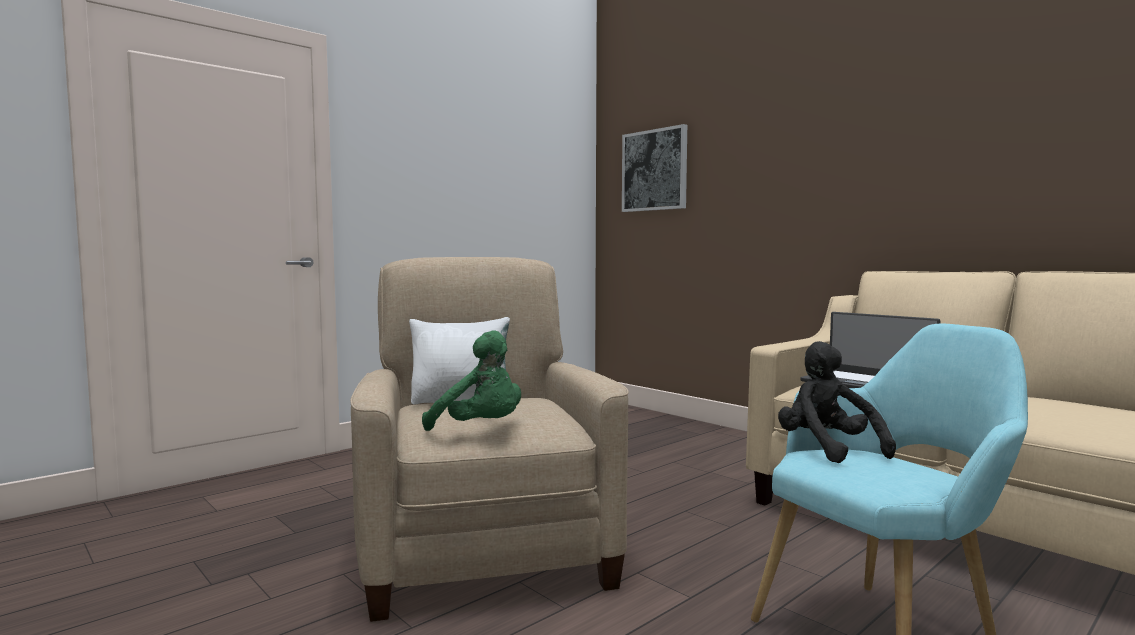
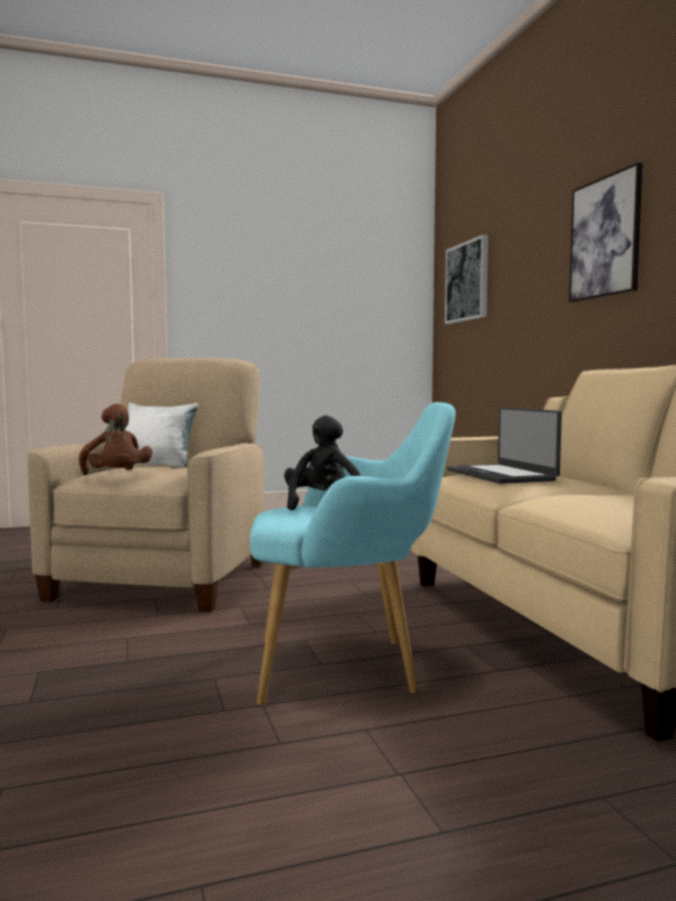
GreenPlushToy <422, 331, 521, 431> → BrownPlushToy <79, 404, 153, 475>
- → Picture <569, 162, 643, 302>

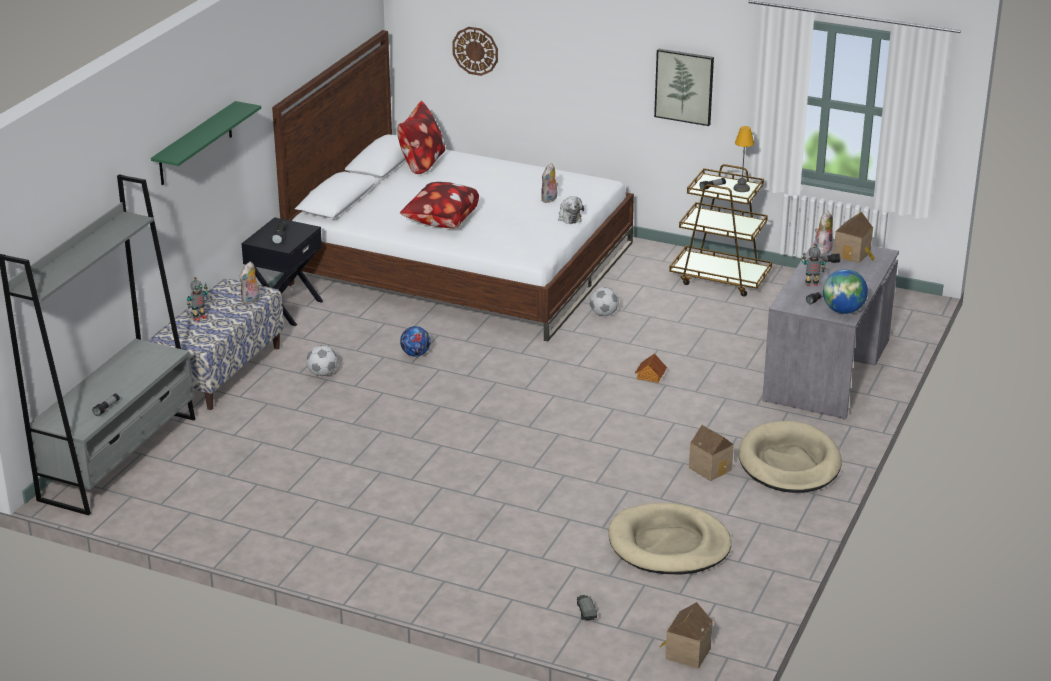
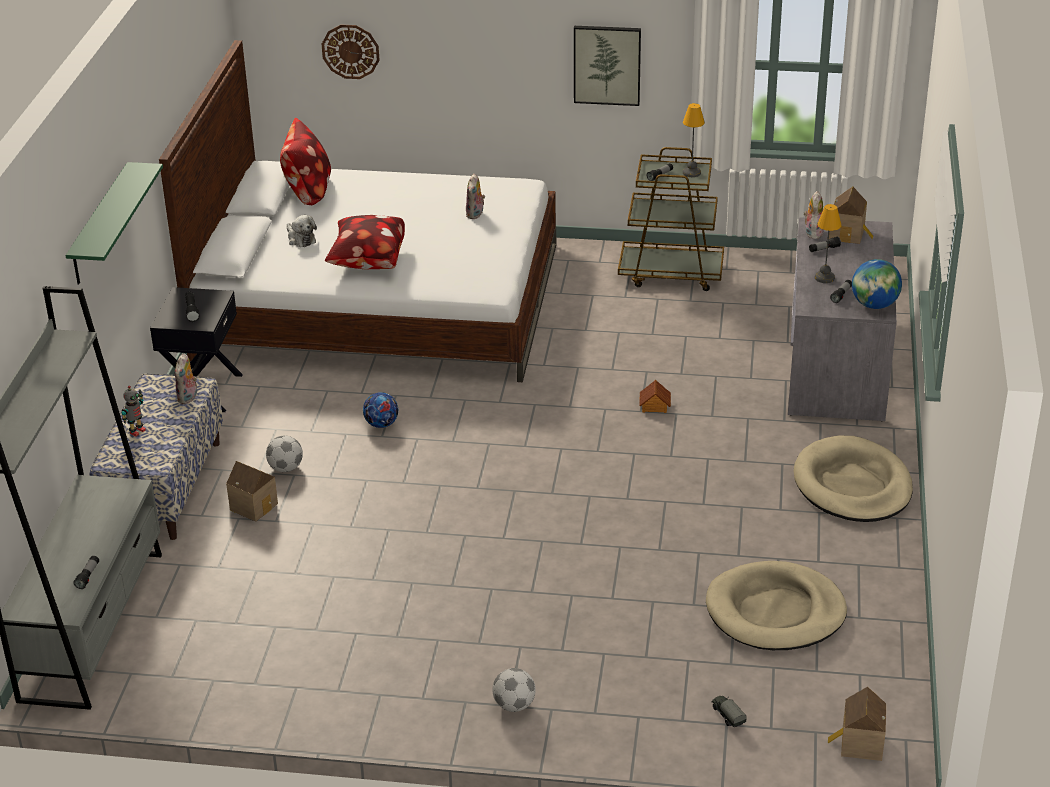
PlushToy <558, 196, 584, 224> → PlushToy <287, 215, 317, 247>, shifted
Football <589, 287, 619, 316> → Football <493, 668, 536, 712>, shifted
ToyHouse <689, 425, 734, 481> → ToyHouse <226, 461, 278, 522>, shifted
ToyRobot <802, 244, 826, 286> → TableLamp <815, 204, 841, 283>

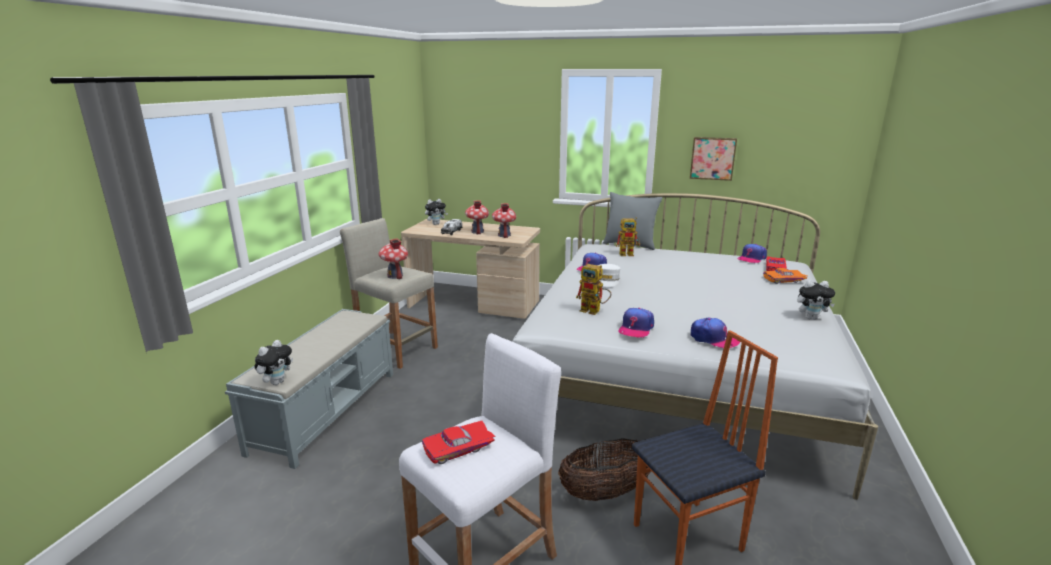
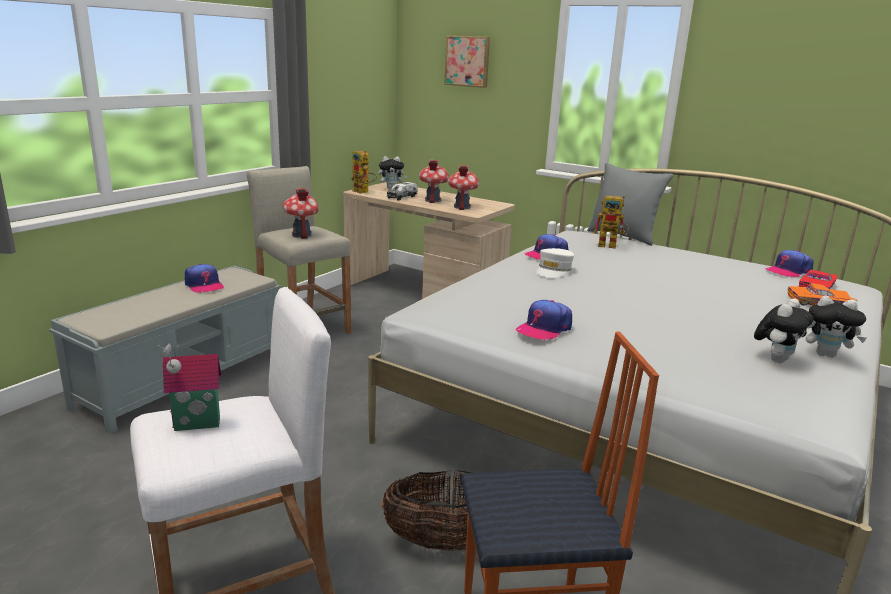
PlushToy <255, 340, 293, 385> → PlushToy <754, 298, 813, 363>, shifted
RedToyCar <422, 421, 496, 464> → ToyHouse <158, 343, 221, 431>
ToyRobot <576, 264, 611, 315> → ToyRobot <351, 150, 377, 194>, shifted
Picture <690, 137, 737, 181> → Picture <444, 35, 490, 88>, shifted
Cap <691, 318, 740, 348> → Cap <185, 264, 223, 293>, shifted

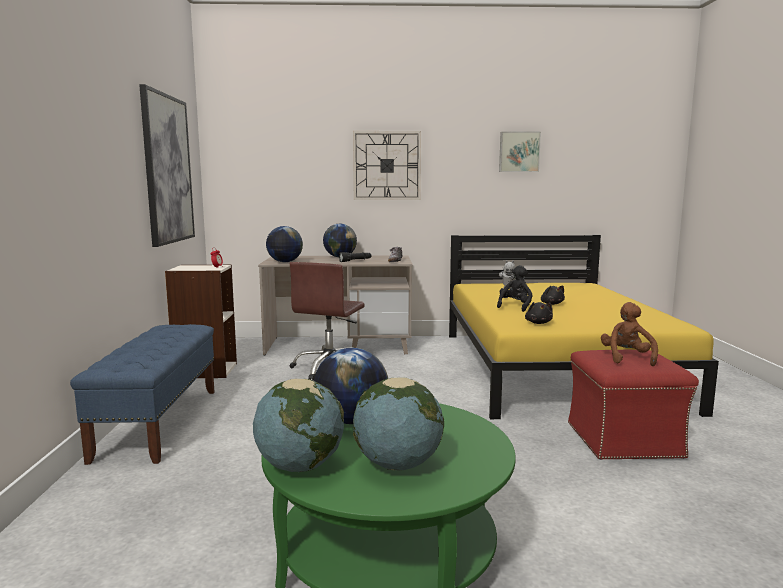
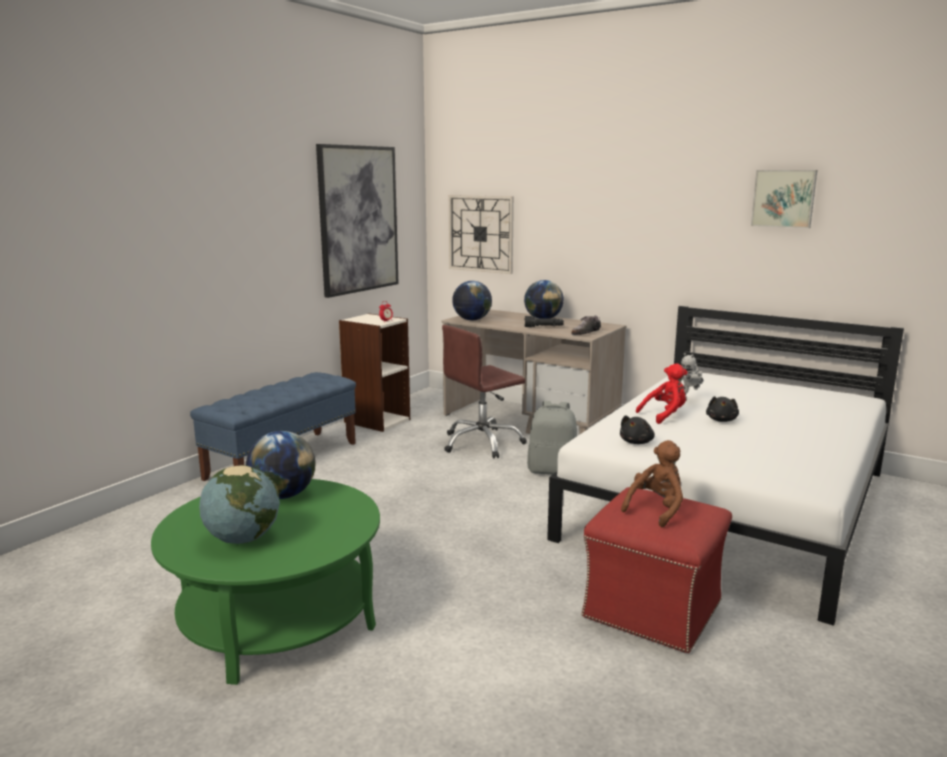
Globe <253, 378, 344, 472> → -
WallClock <353, 131, 421, 200> → WallClock <449, 195, 514, 274>, shifted
YellowBed <449, 235, 719, 419> → WhiteBed <547, 306, 904, 626>
BlackPlushToy <497, 265, 533, 312> → RedPlushToy <636, 363, 688, 424>
- → GreyBackpack <527, 401, 577, 475>

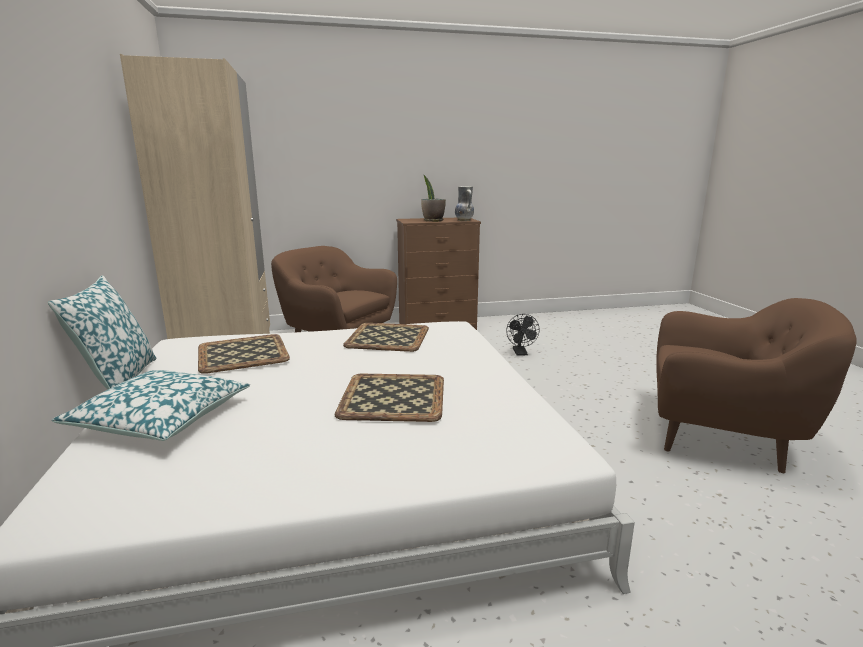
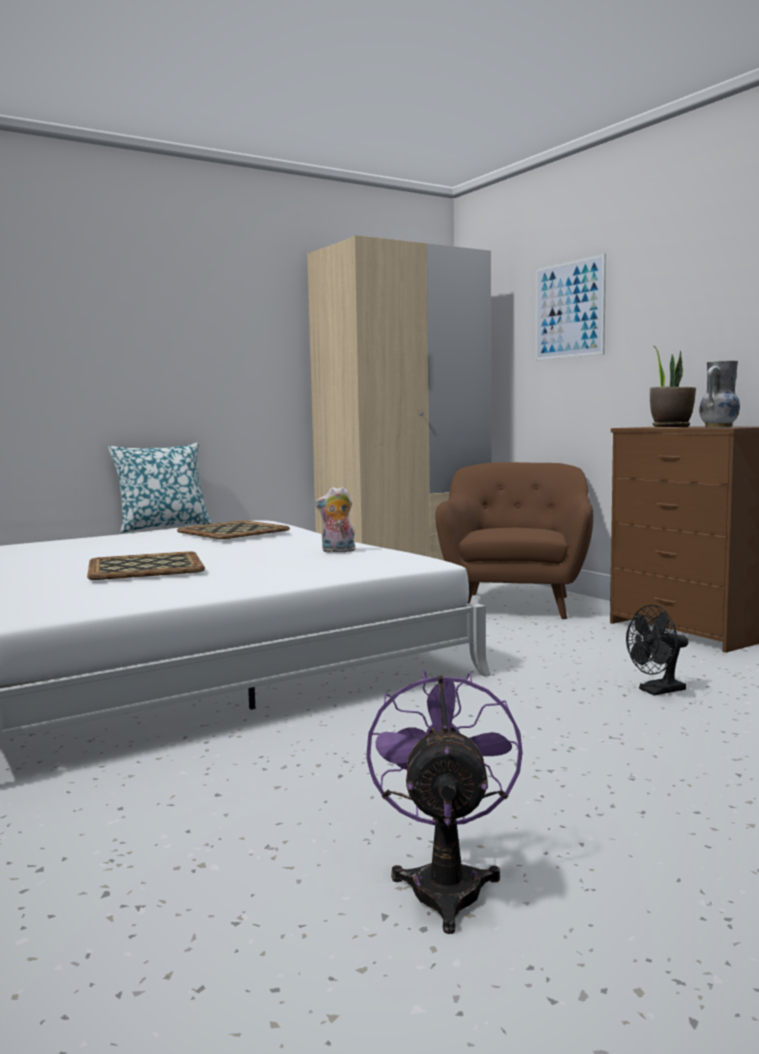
Pillow <52, 370, 250, 441> → -
Tray <343, 323, 429, 352> → PlushToy <315, 486, 356, 553>
BrownArmchair <656, 298, 857, 473> → PurpleFan <367, 670, 523, 934>
- → Picture <535, 254, 606, 361>

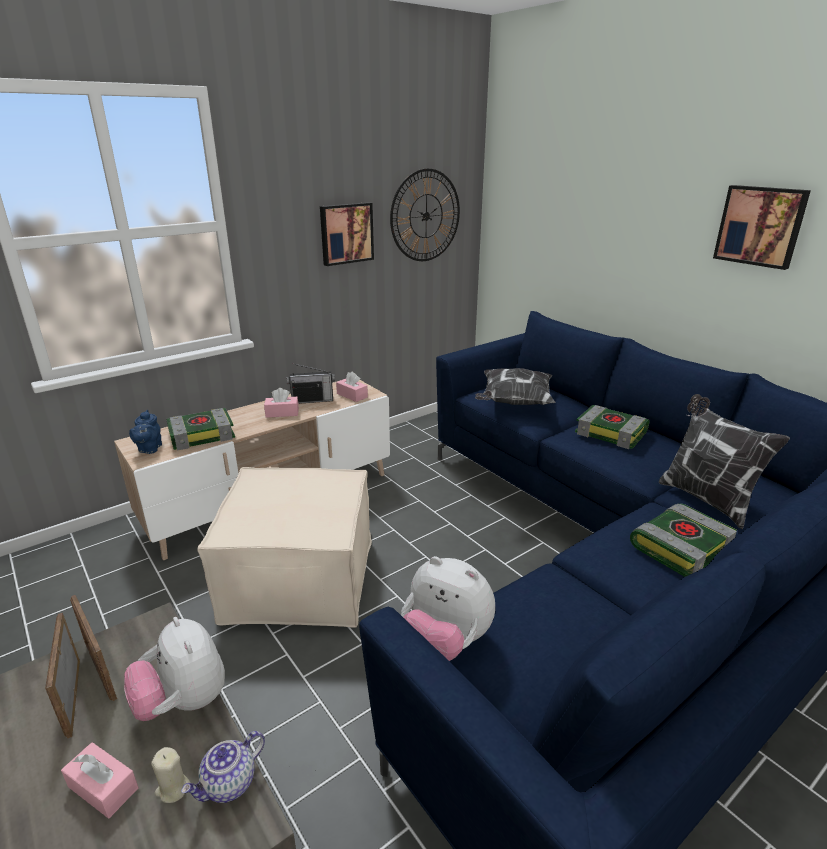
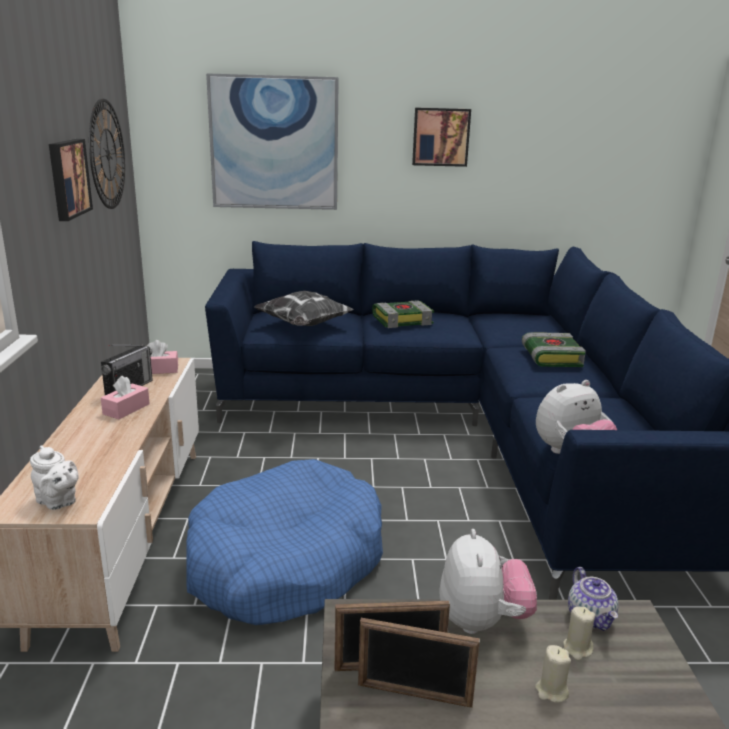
PinkTissueBox <61, 742, 139, 819> → BeigeCandle <535, 645, 571, 703>
PlushToy <124, 617, 225, 721> → PlushToy <439, 529, 537, 634>, 90 degrees counterclockwise
BlueTeapot <129, 410, 162, 454> → WhiteTeapot <30, 445, 79, 510>
Book <166, 408, 235, 451> → -
BeigeOttoman <197, 467, 372, 628> → BlueDogBed <186, 459, 383, 625>
Pillow <659, 394, 790, 529> → -
- → Picture <206, 73, 339, 210>

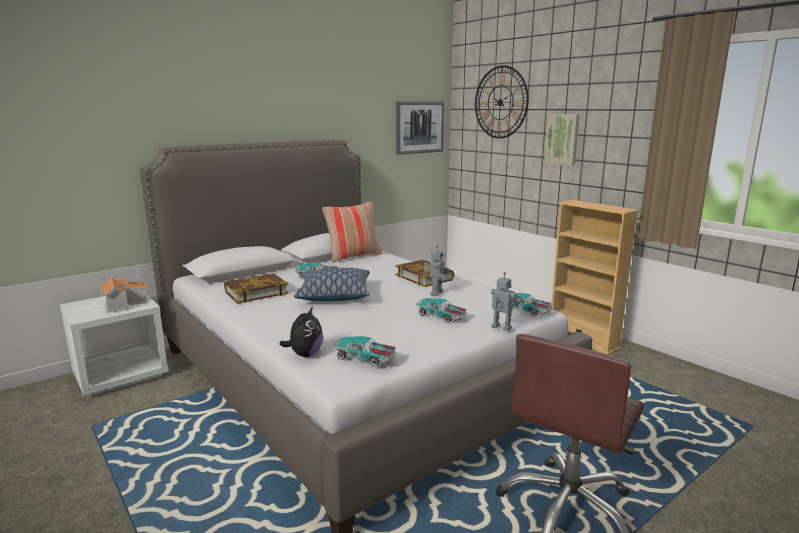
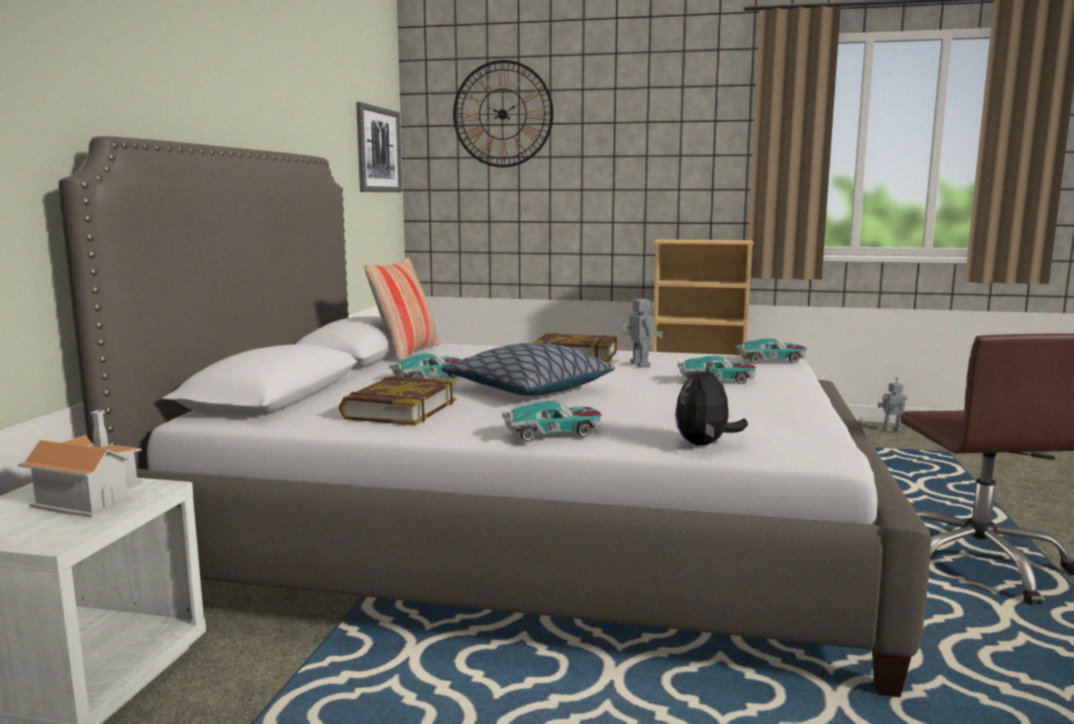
PlushToy <279, 306, 323, 357> → PlushToy <675, 363, 748, 445>, 135 degrees counterclockwise
ToyCar <332, 336, 396, 367> → ToyCar <502, 401, 602, 442>, shifted
ToyRobot <491, 272, 519, 331> → ToyRobot <878, 377, 907, 432>, shifted
Picture <544, 114, 580, 166> → -

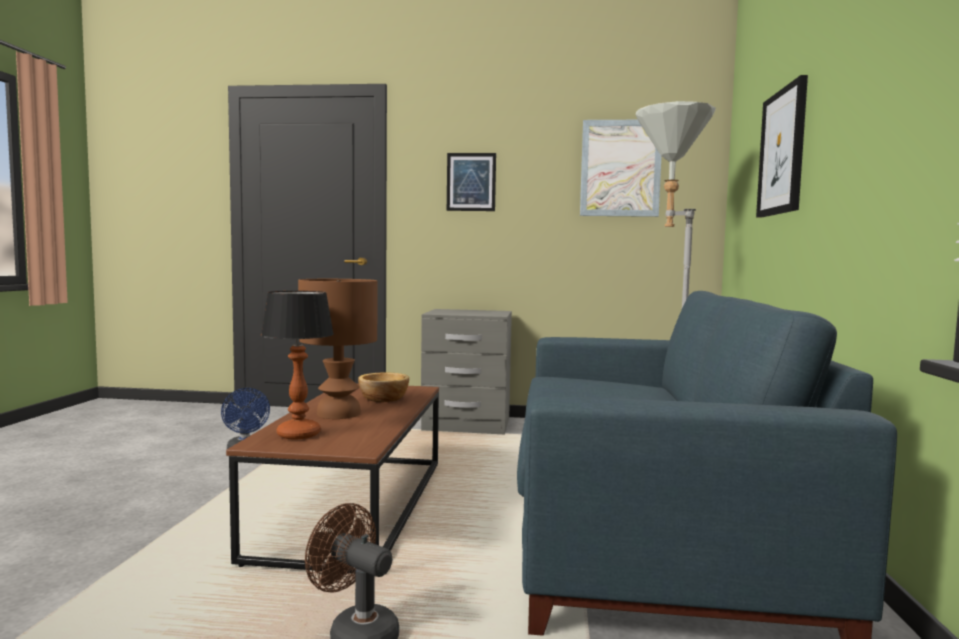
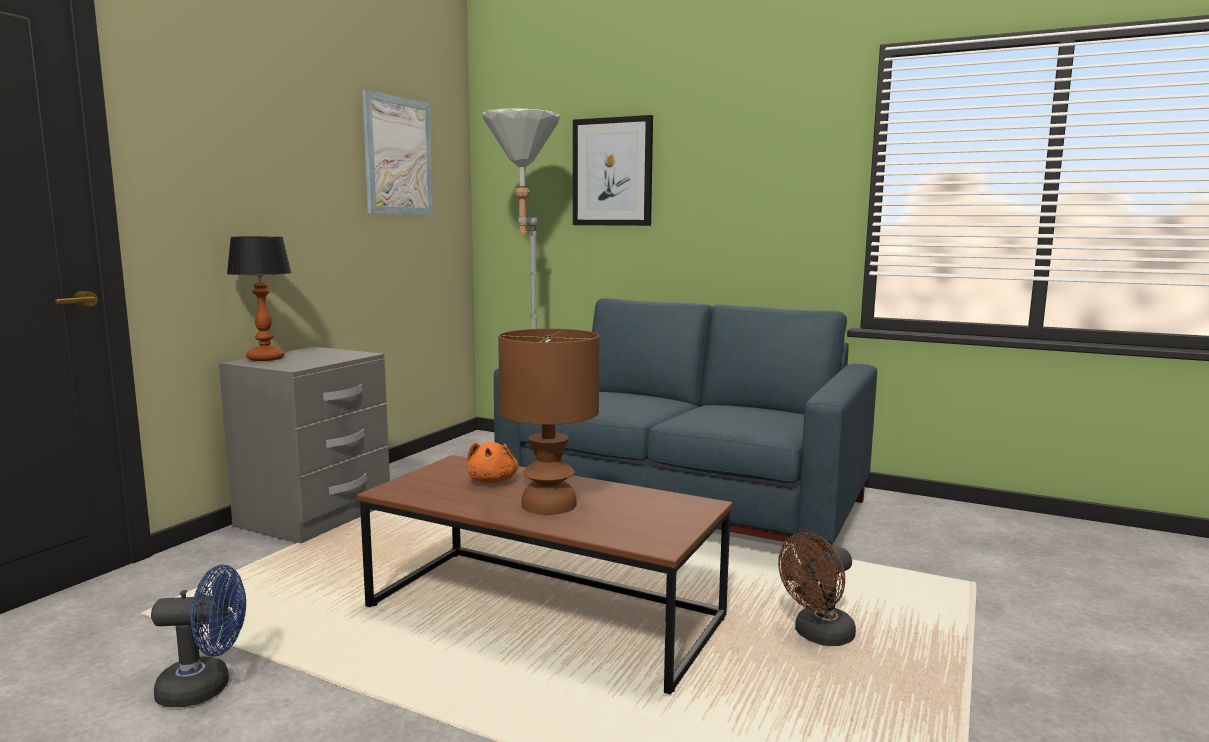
TableLamp <261, 291, 334, 439> → TableLamp <227, 237, 292, 361>, shifted
Bowl <358, 372, 409, 402> → OrangePlushToy <467, 442, 518, 483>
Picture <447, 153, 496, 211> → -

